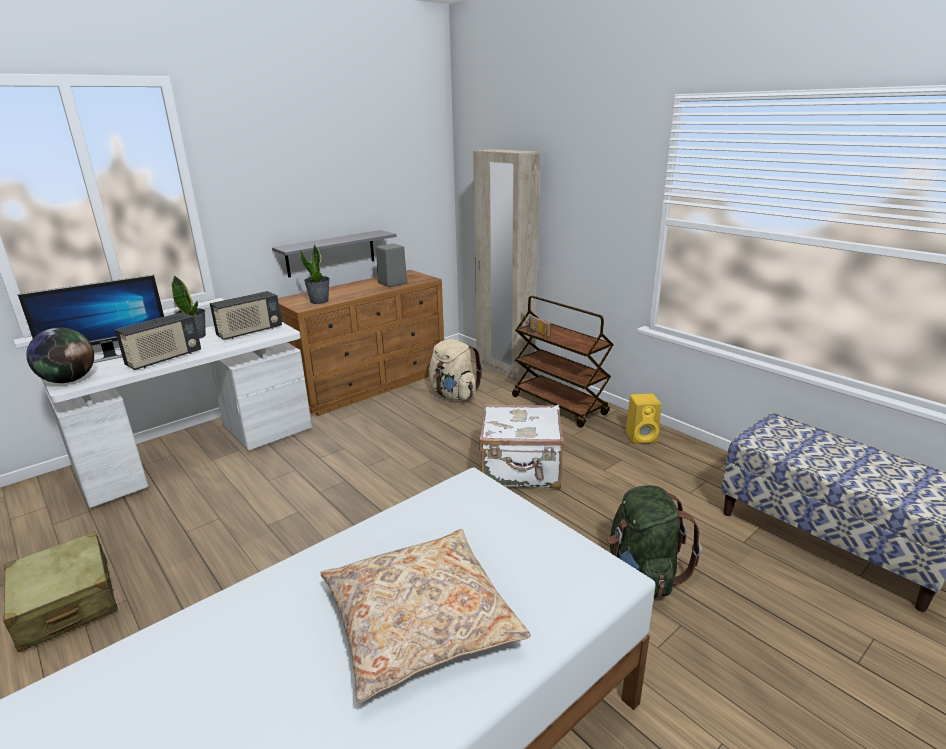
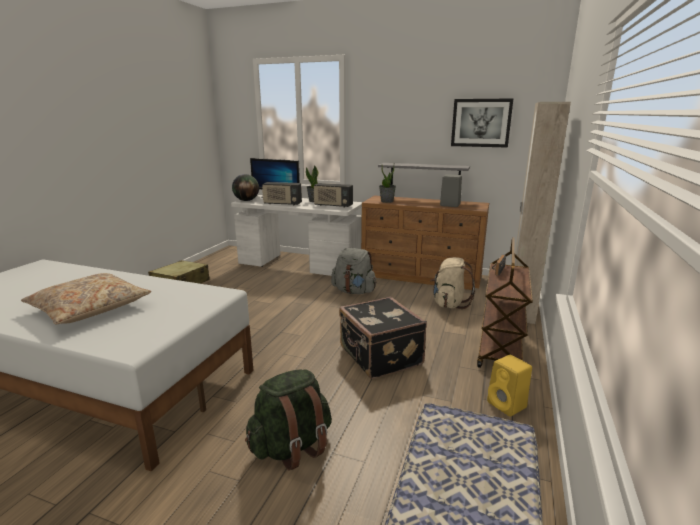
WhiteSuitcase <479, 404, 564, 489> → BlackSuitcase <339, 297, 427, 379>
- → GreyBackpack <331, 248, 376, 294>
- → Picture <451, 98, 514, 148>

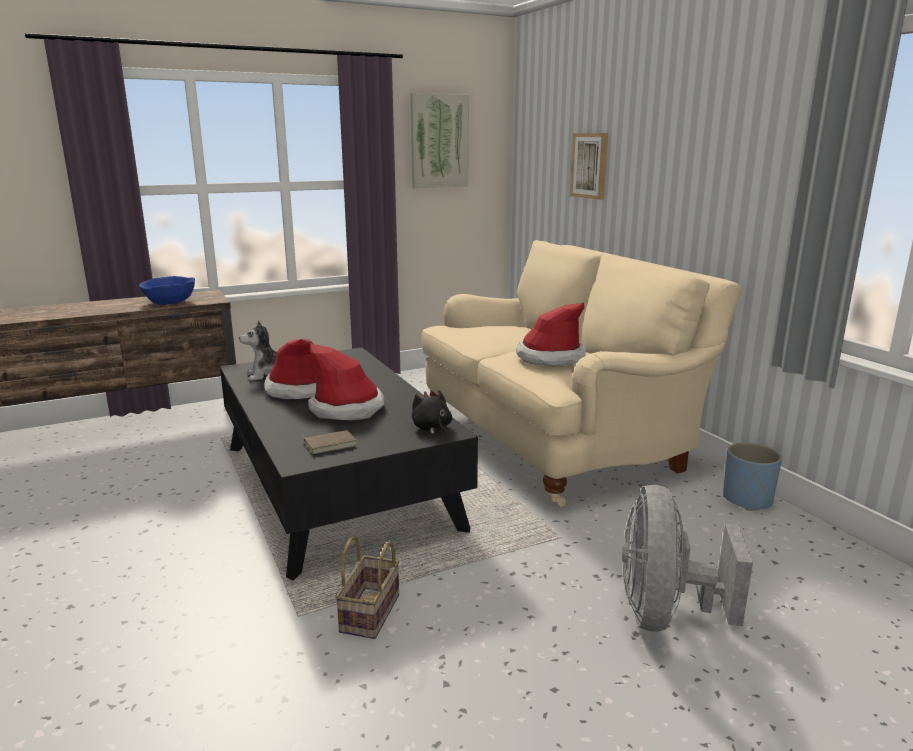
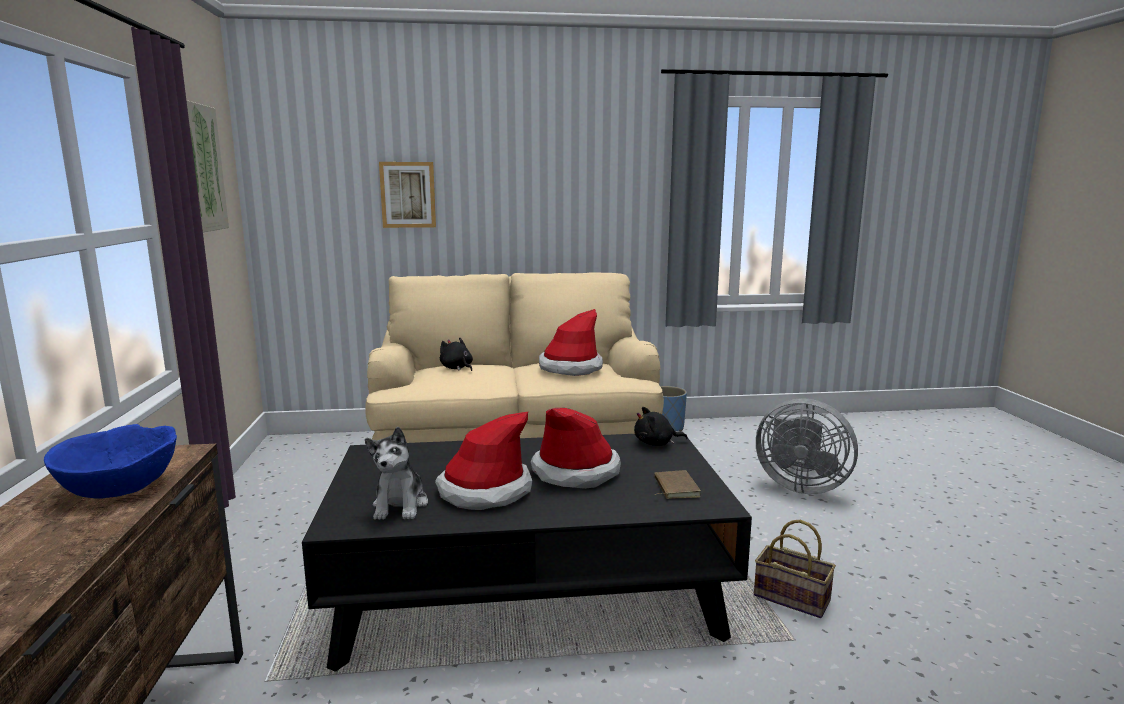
- → BlackPlushToy <440, 338, 473, 371>

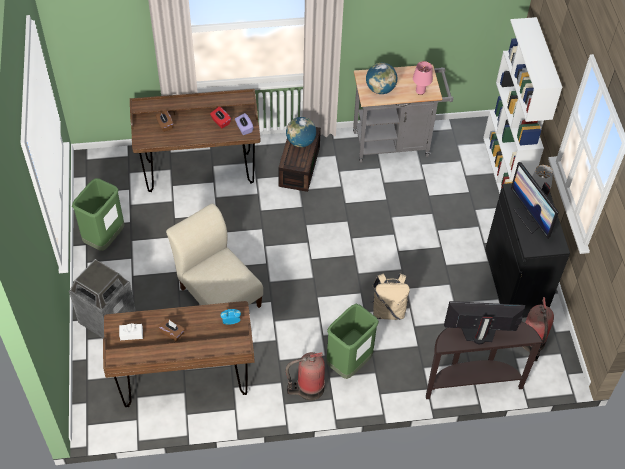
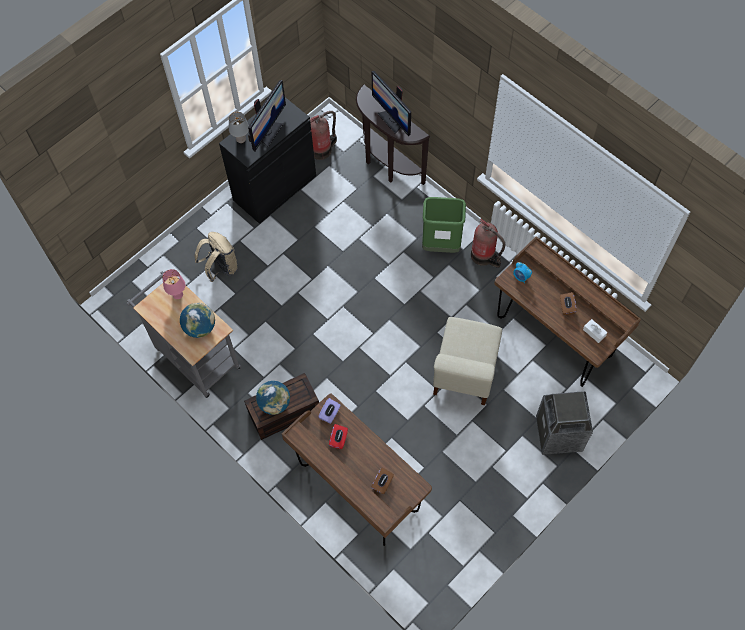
GreenTrashCan <72, 178, 125, 251> → -
BeigeBackpack <372, 273, 410, 320> → BeigeBackpack <195, 232, 237, 282>, shifted
WhiteBookcase <483, 17, 562, 194> → -

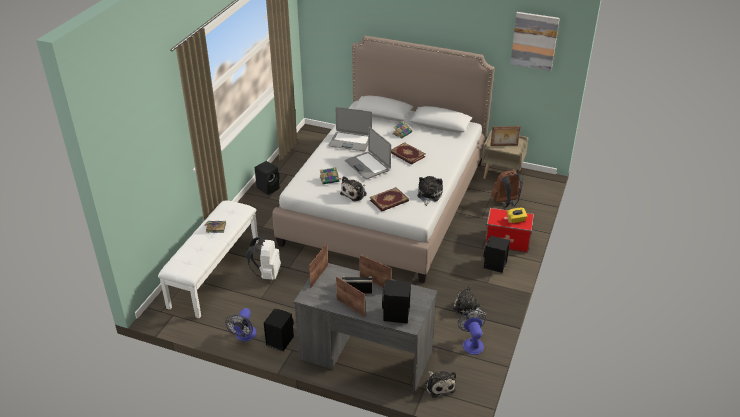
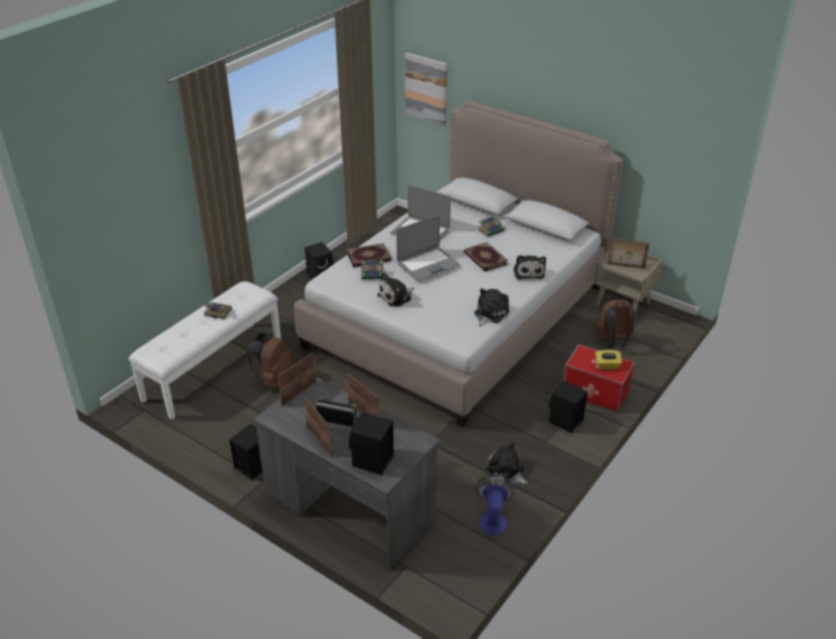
Fan <225, 308, 256, 341> → -
WhiteBackpack <247, 237, 281, 280> → BrownBackpack <247, 332, 293, 389>
Laptop <345, 127, 391, 179> → Laptop <396, 215, 460, 281>, 105 degrees counterclockwise
Book <370, 187, 409, 211> → Book <347, 243, 391, 267>, shifted
PlushToy <425, 371, 456, 398> → PlushToy <514, 255, 546, 280>, shifted
Picture <510, 12, 560, 71> → Picture <405, 53, 447, 126>, shifted

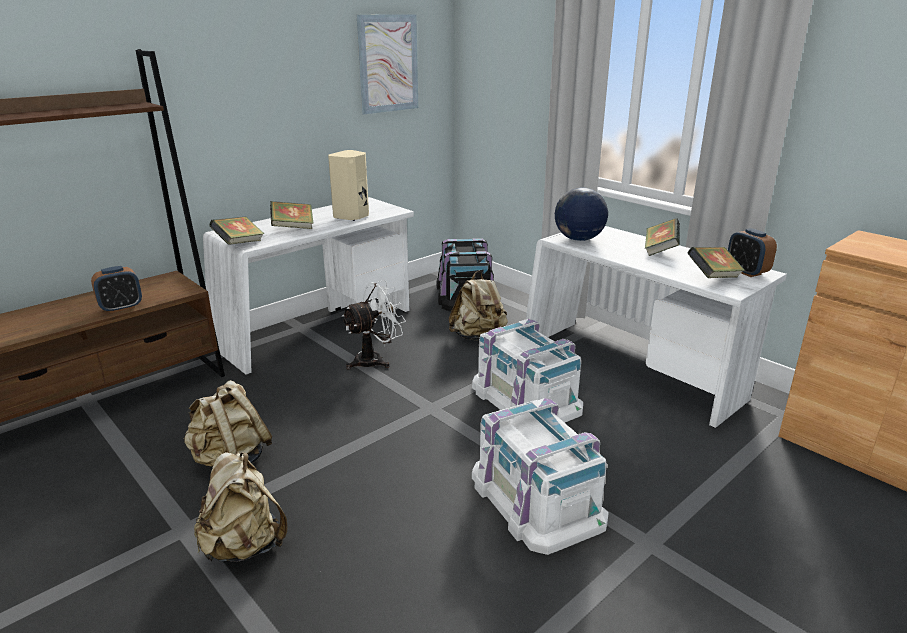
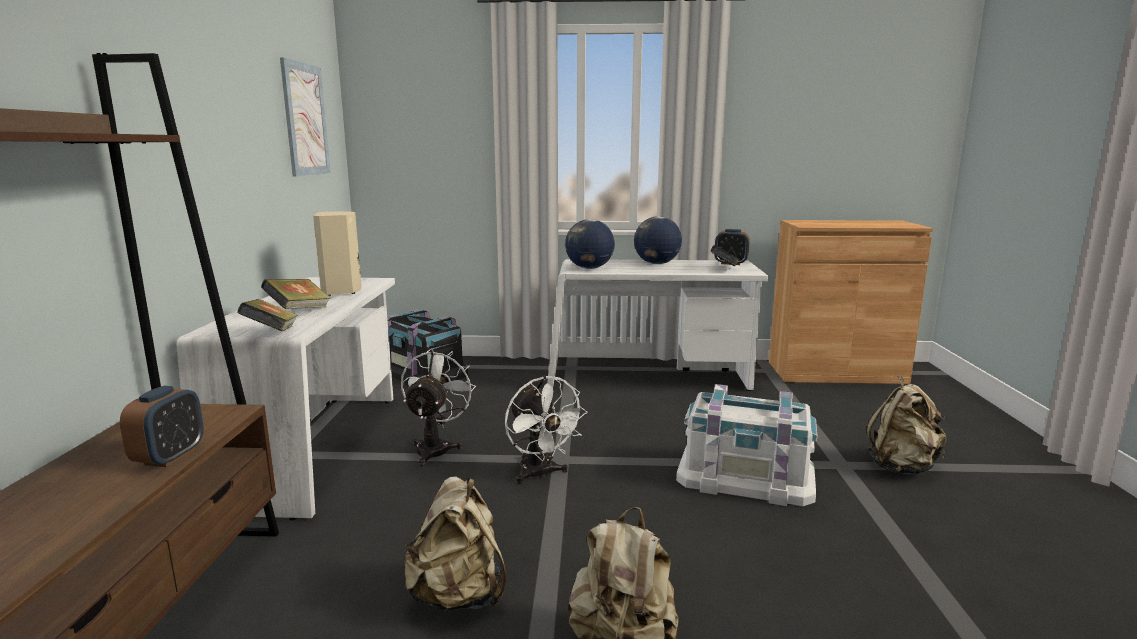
BeigeBackpack <449, 271, 508, 340> → BeigeBackpack <867, 376, 947, 475>, shifted
WhiteStorageBox <472, 319, 583, 423> → -
Book <645, 218, 680, 256> → Globe <634, 216, 682, 264>
- → WhiteFan <505, 376, 588, 484>

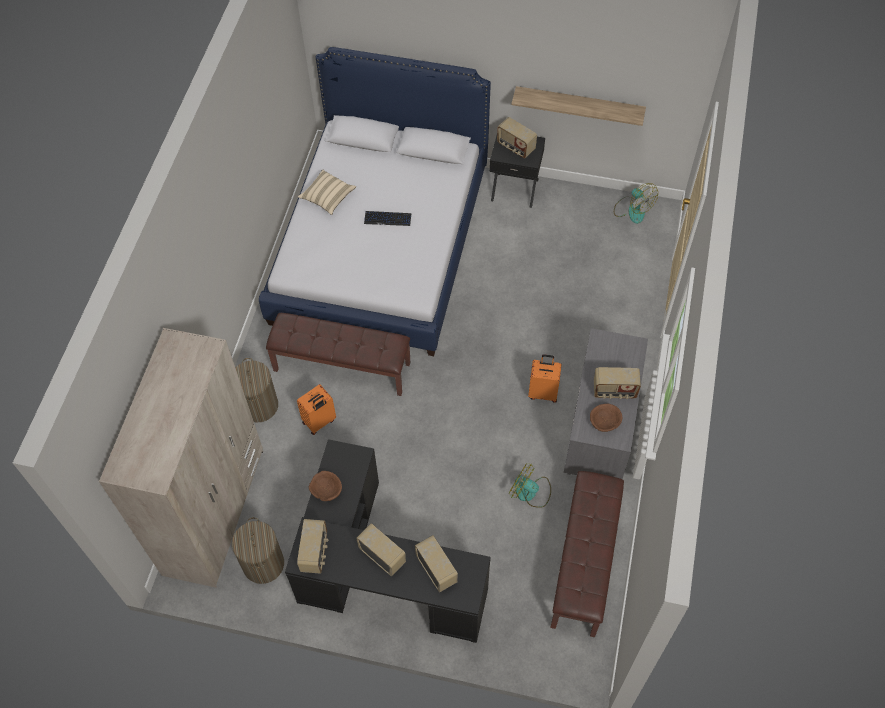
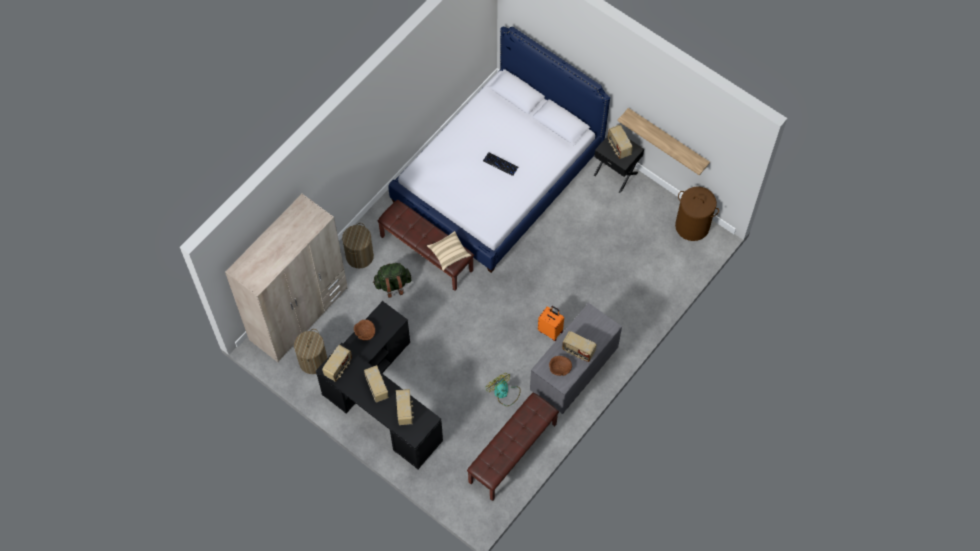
OrangeSuitcase <297, 384, 336, 435> → GreenBackpack <373, 263, 411, 298>
BeigePillow <298, 170, 356, 215> → BeigePillow <427, 231, 471, 271>, shifted
Fan <614, 183, 658, 224> → BrownLaundryBasket <675, 186, 719, 241>

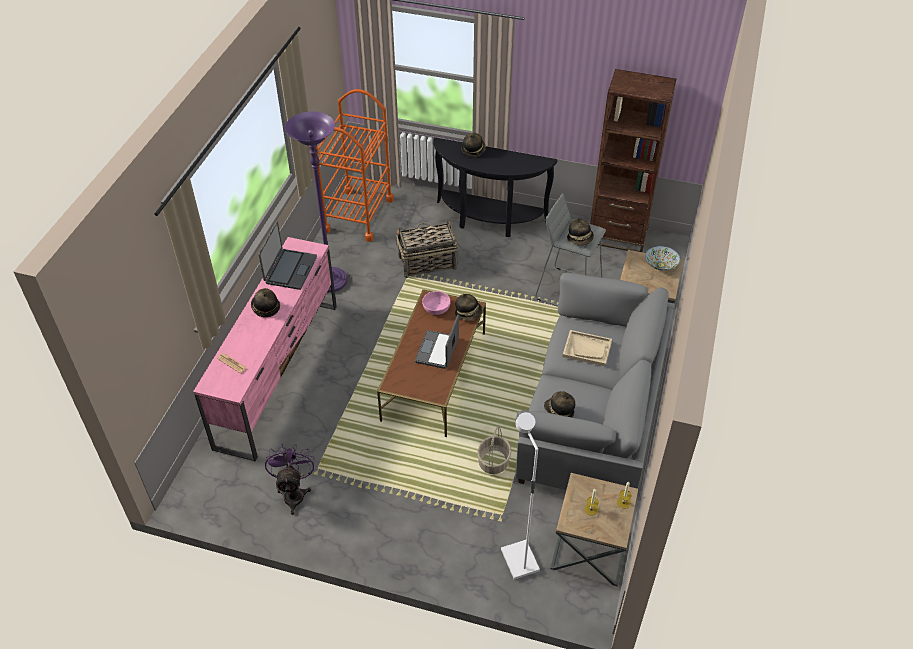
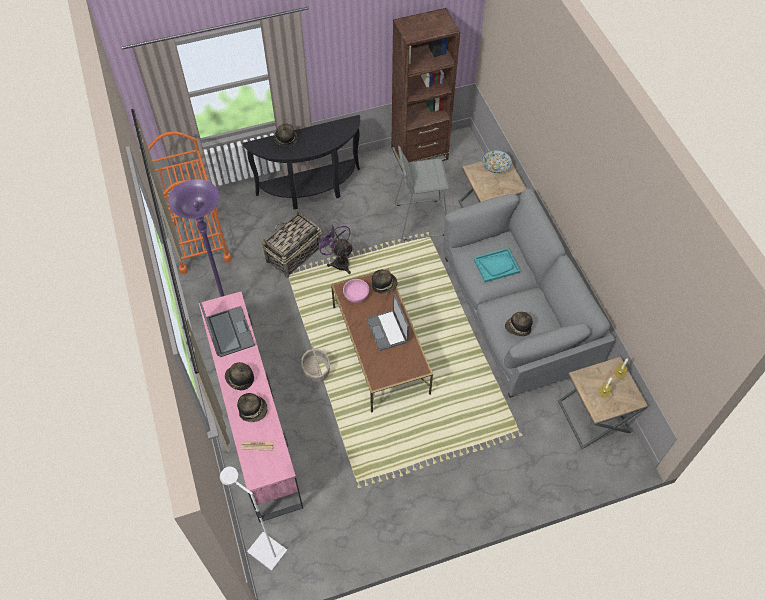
PurpleFan <265, 444, 314, 515> → PurpleFan <315, 222, 354, 274>, shifted
Basket <477, 427, 512, 474> → Basket <301, 343, 330, 382>, shifted
WhiteFloorLamp <501, 412, 540, 580> → WhiteFloorLamp <220, 467, 288, 571>, shifted
BeigeTray <562, 330, 612, 366> → TurquoiseTray <474, 248, 520, 283>
Hat <567, 218, 594, 245> → Hat <237, 393, 268, 422>, shifted

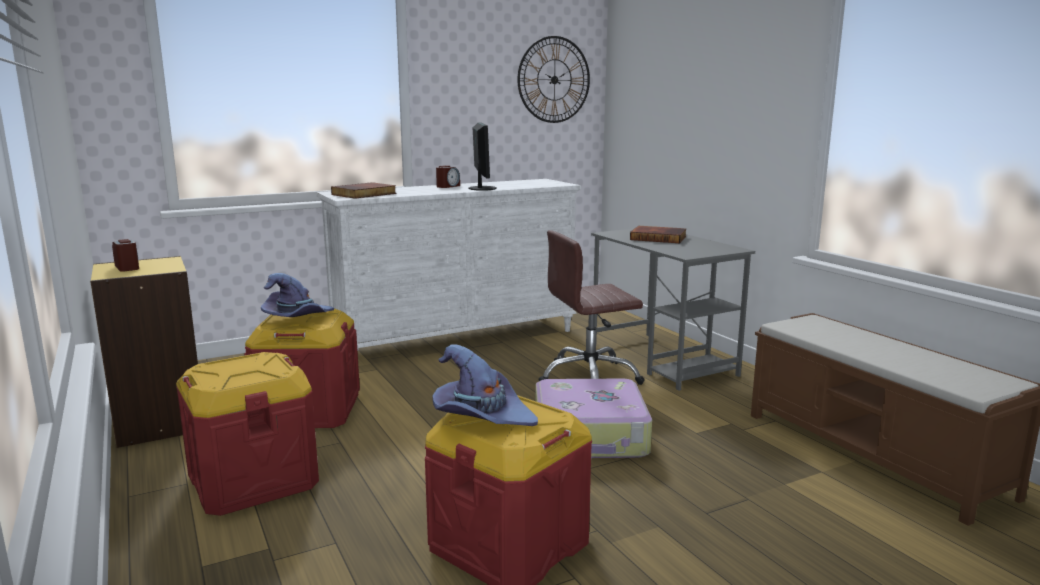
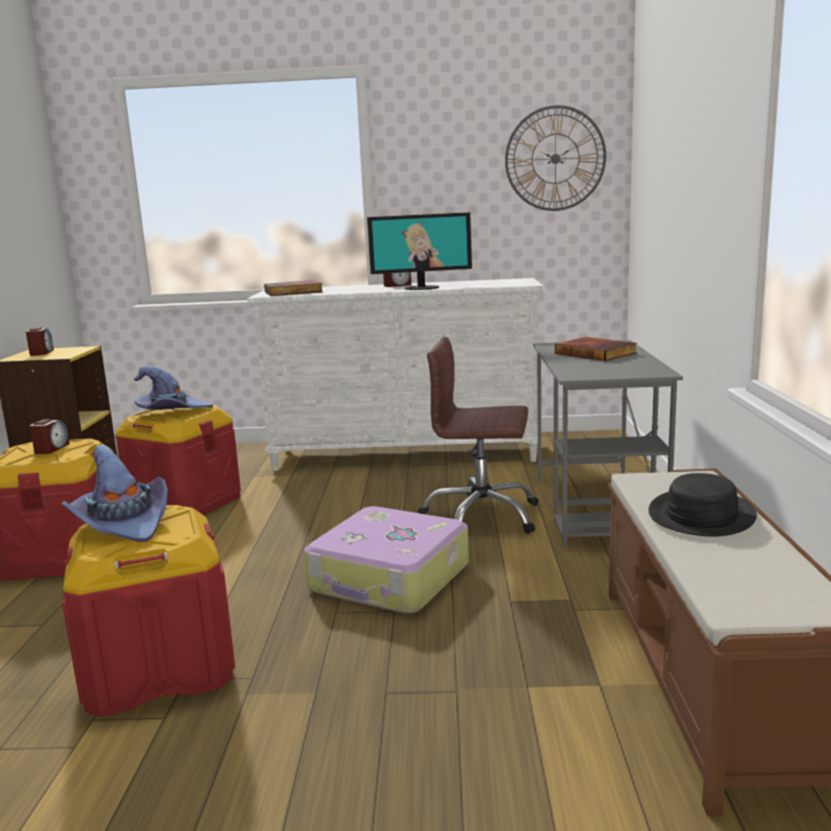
Monitor <469, 122, 497, 191> → Monitor <367, 212, 472, 290>, 60 degrees clockwise
- → AlarmClock <30, 419, 70, 454>
- → BlackHat <648, 473, 757, 537>

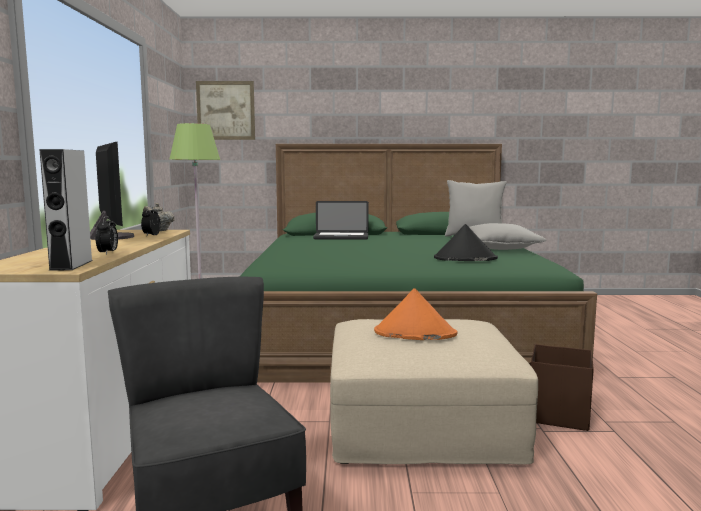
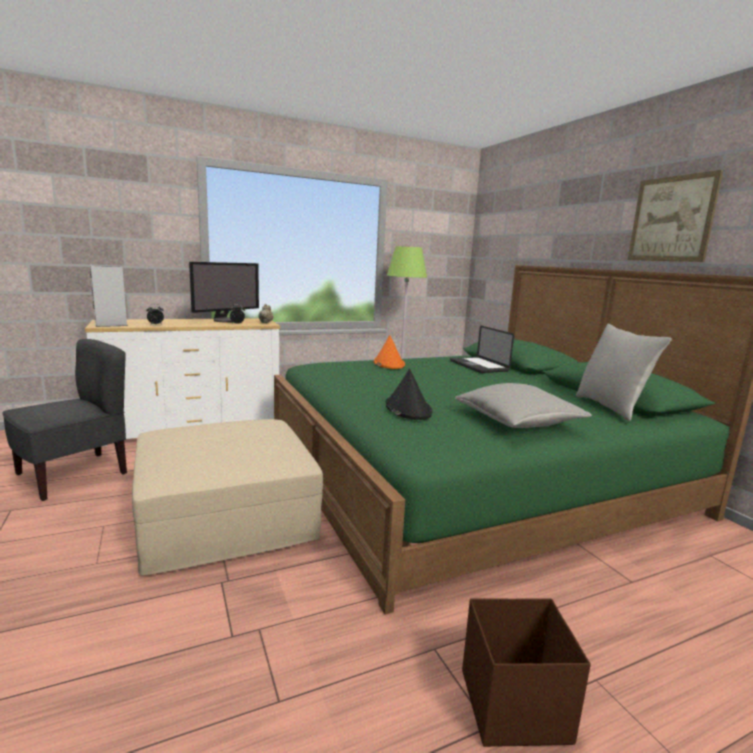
Picture <196, 81, 255, 140> → Picture <628, 170, 723, 262>, shifted
OrangeHat <374, 288, 457, 340> → OrangeHat <374, 335, 405, 369>, shifted
BrownStorageBox <529, 344, 594, 431> → BrownStorageBox <462, 598, 591, 747>, shifted

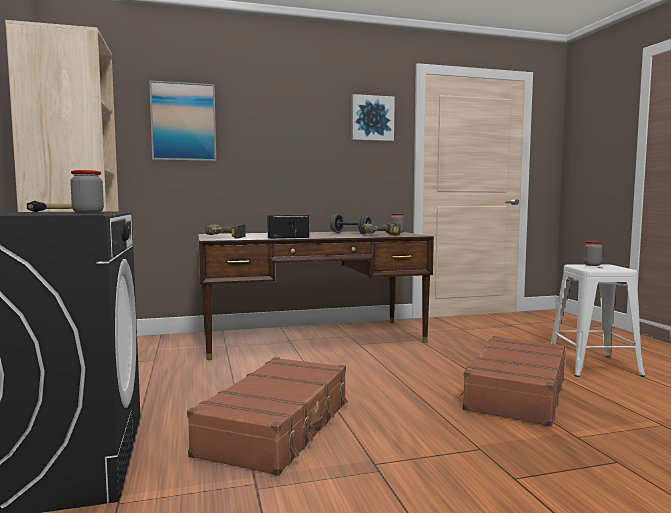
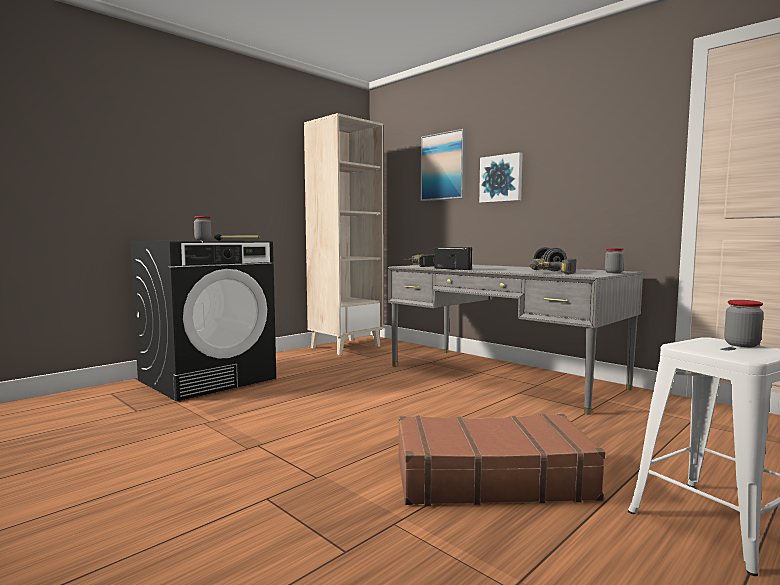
BrownSuitcase <187, 357, 348, 476> → -
BrownDesk <198, 231, 434, 360> → GreyDesk <387, 265, 643, 415>
Picture <351, 94, 395, 141> → Picture <479, 152, 523, 203>, shifted

